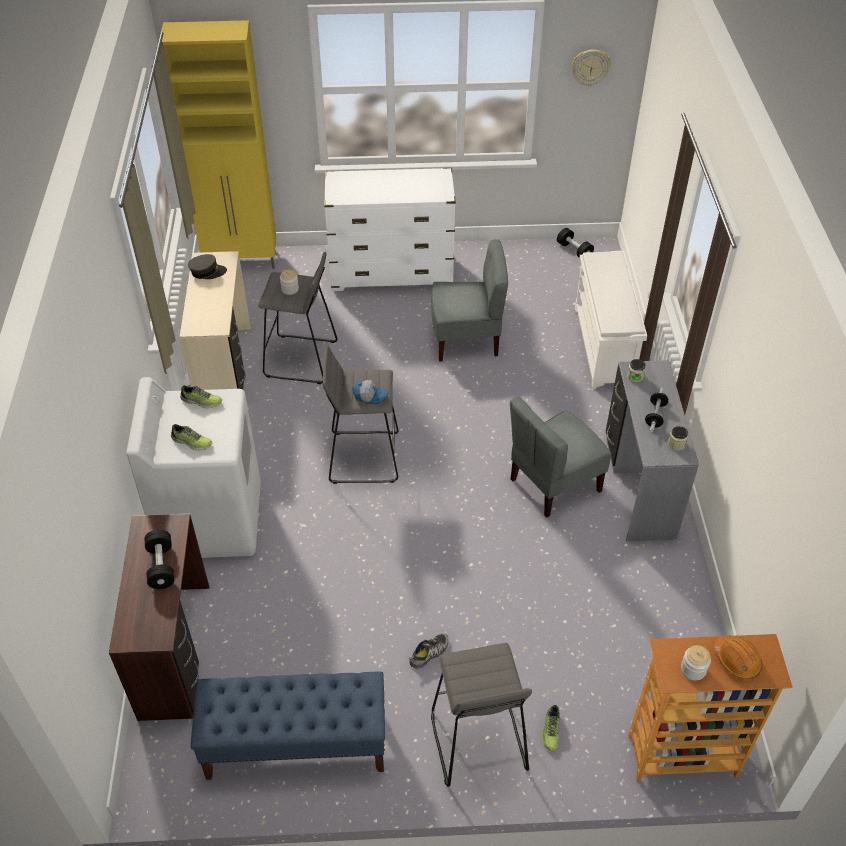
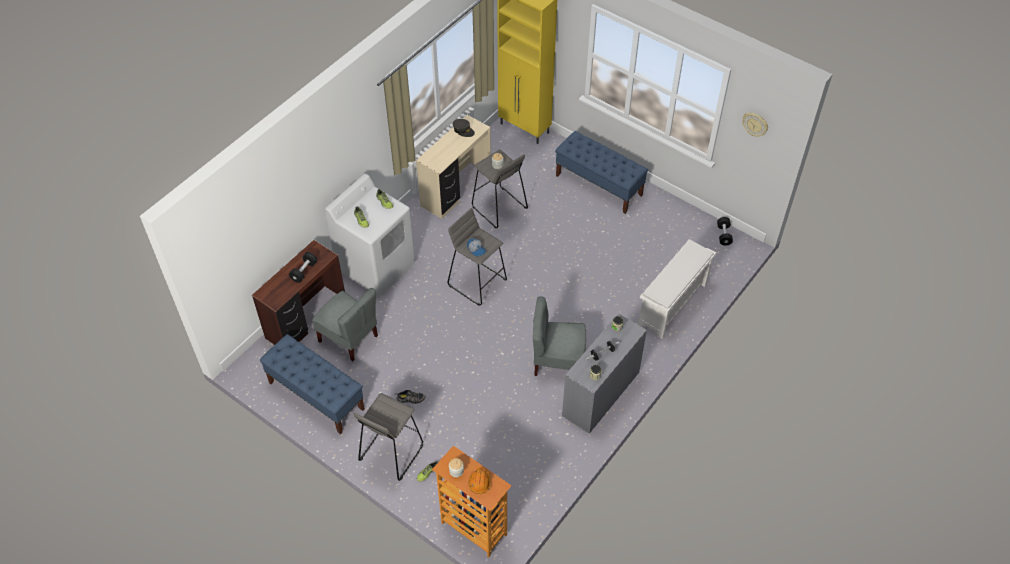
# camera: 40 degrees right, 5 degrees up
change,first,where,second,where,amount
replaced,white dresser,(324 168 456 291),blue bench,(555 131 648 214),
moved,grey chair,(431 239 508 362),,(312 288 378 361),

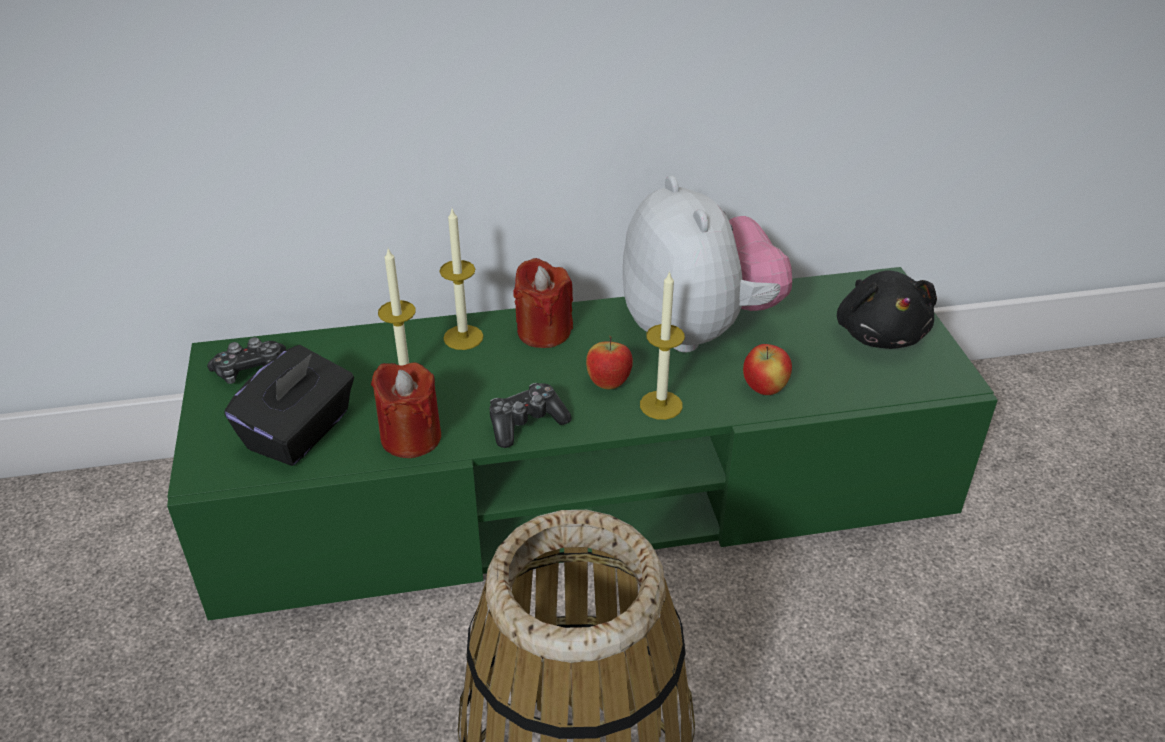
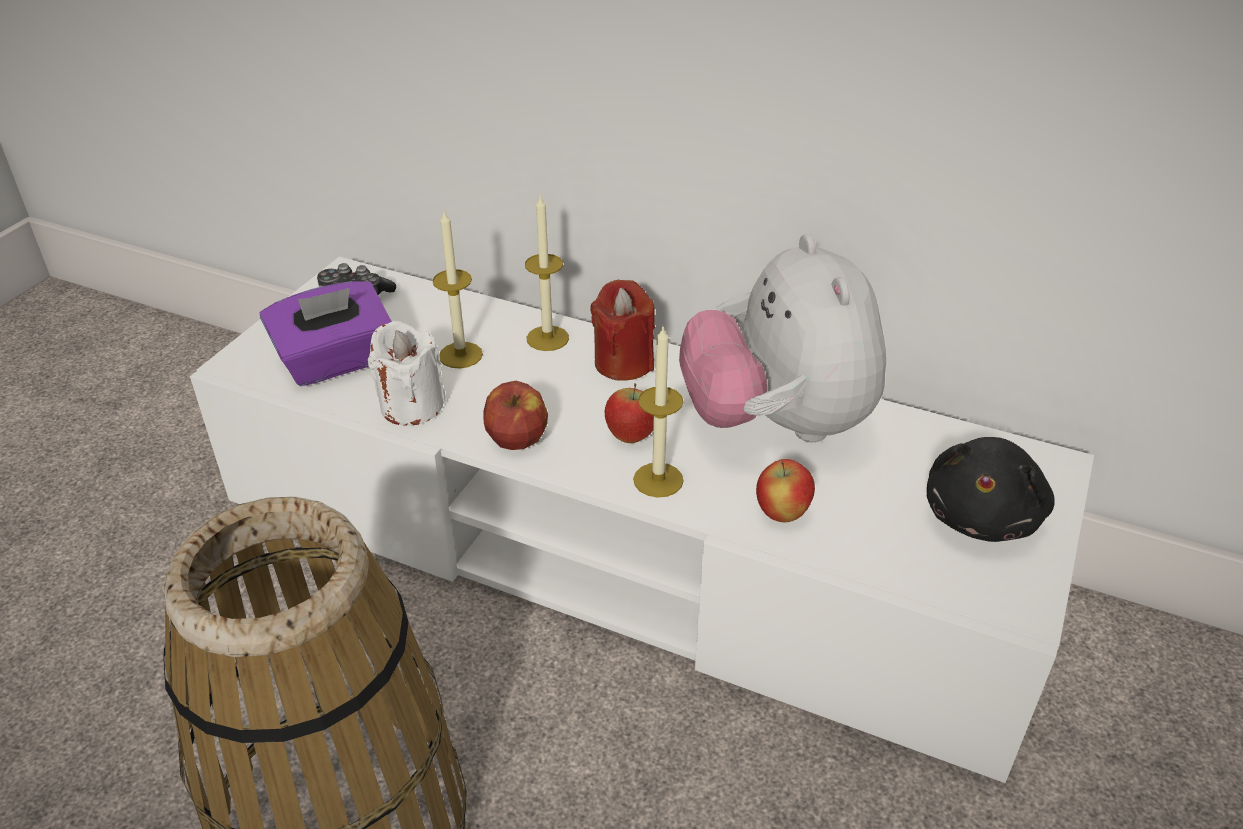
# camera: 35 degrees right, 0 degrees up
change,first,where,second,where,amount
turned,plush toy,(623 176 792 353),,(679 234 886 442),150 degrees clockwise
recoloured,green tv stand,(167 267 998 621),white tv stand,(190 257 1094 783),
recoloured,black tissue box,(224 345 354 466),purple tissue box,(260 281 392 386),
recoloured,red candle,(371 362 441 458),white candle,(368 320 446 426),
replaced,game controller,(489 383 571 448),apple,(483 381 548 450),

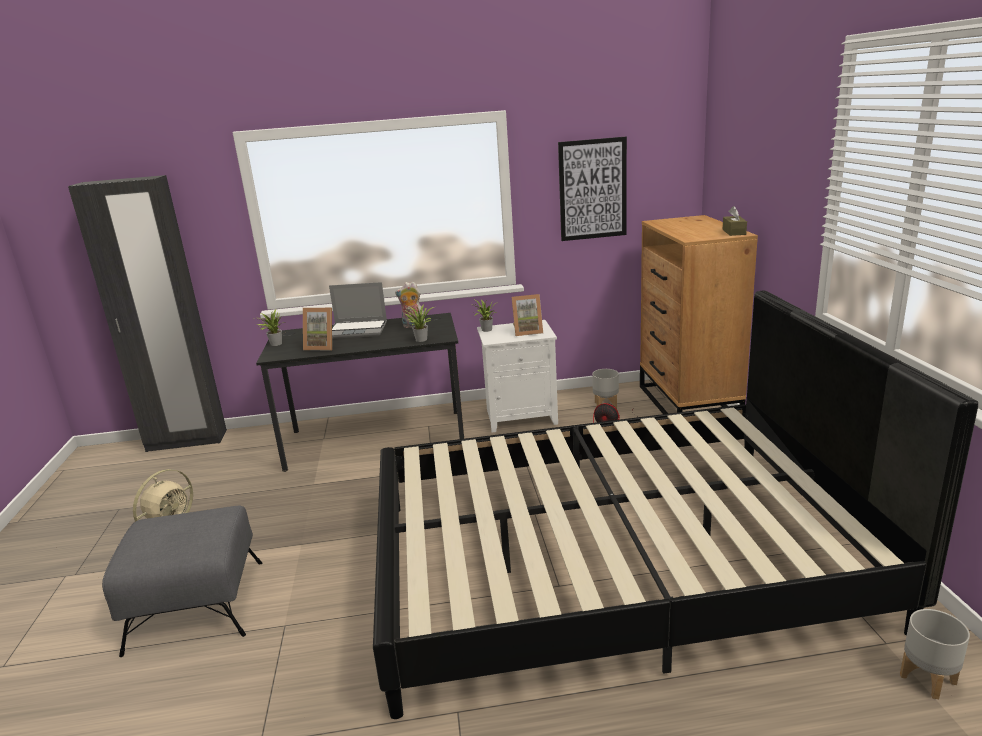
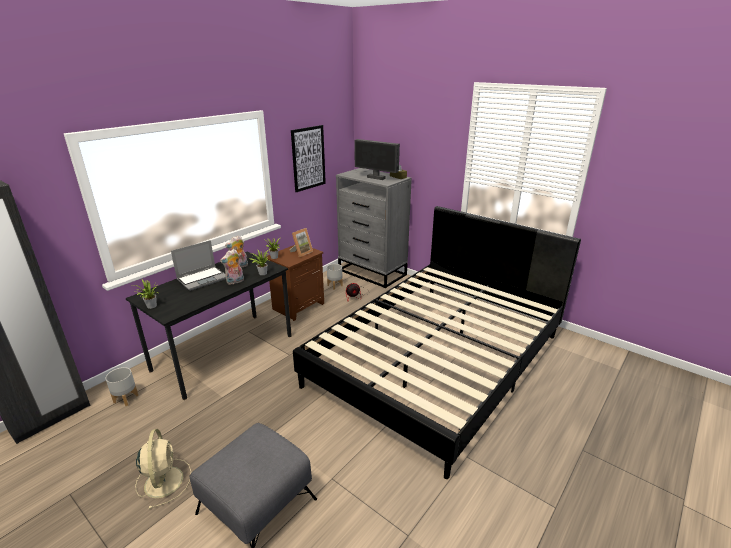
# camera: 45 degrees left, 5 degrees up
change,first,where,second,where,amount
recoloured,brown dresser,(640 215 758 414),grey dresser,(336 168 412 288),
removed,picture frame,(303 308 332 351),,,
recoloured,white nightstand,(477 320 558 433),brown nightstand,(266 245 324 321),
moved,grey planter,(900 609 970 699),,(105 367 139 406),
added,,,monitor,(354 139 400 180),
added,,,plush toy,(220 249 244 285),

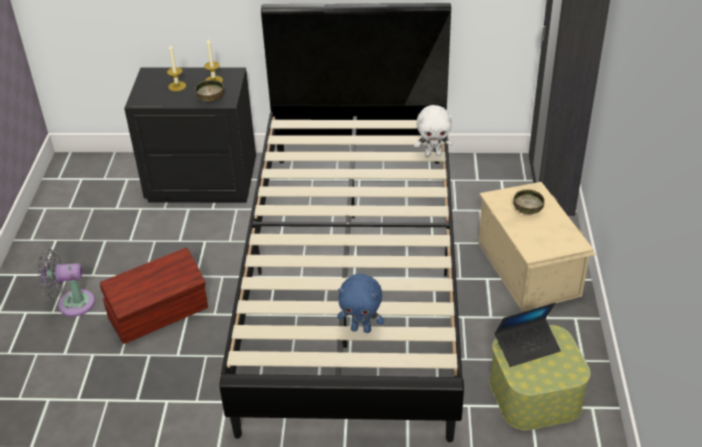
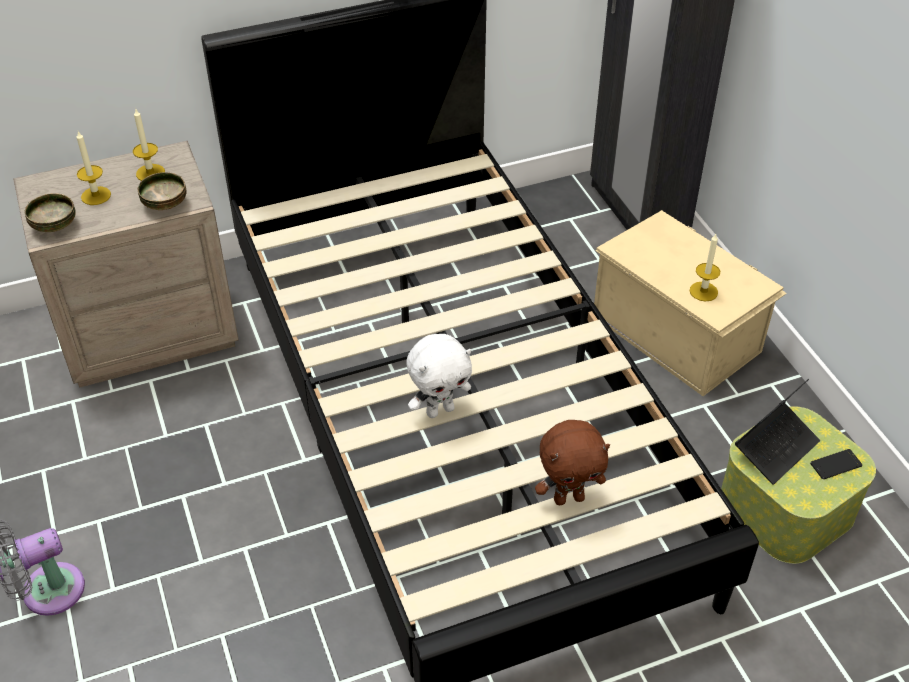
# camera: 25 degrees left, 5 degrees up
change,first,where,second,where,amount
recoloured,black nightstand,(124 67 256 203),beige nightstand,(13 141 239 388),
moved,white plush toy,(414 105 453 157),,(406 334 472 418),
moved,bowl,(513 189 545 214),,(25 193 76 232),
removed,brown storage box,(100 247 208 344),,,
recoloured,blue plush toy,(337 274 384 333),brown plush toy,(535 420 610 505),
added,,,candle,(690 234 720 302),
added,,,phone,(810 449 862 479),

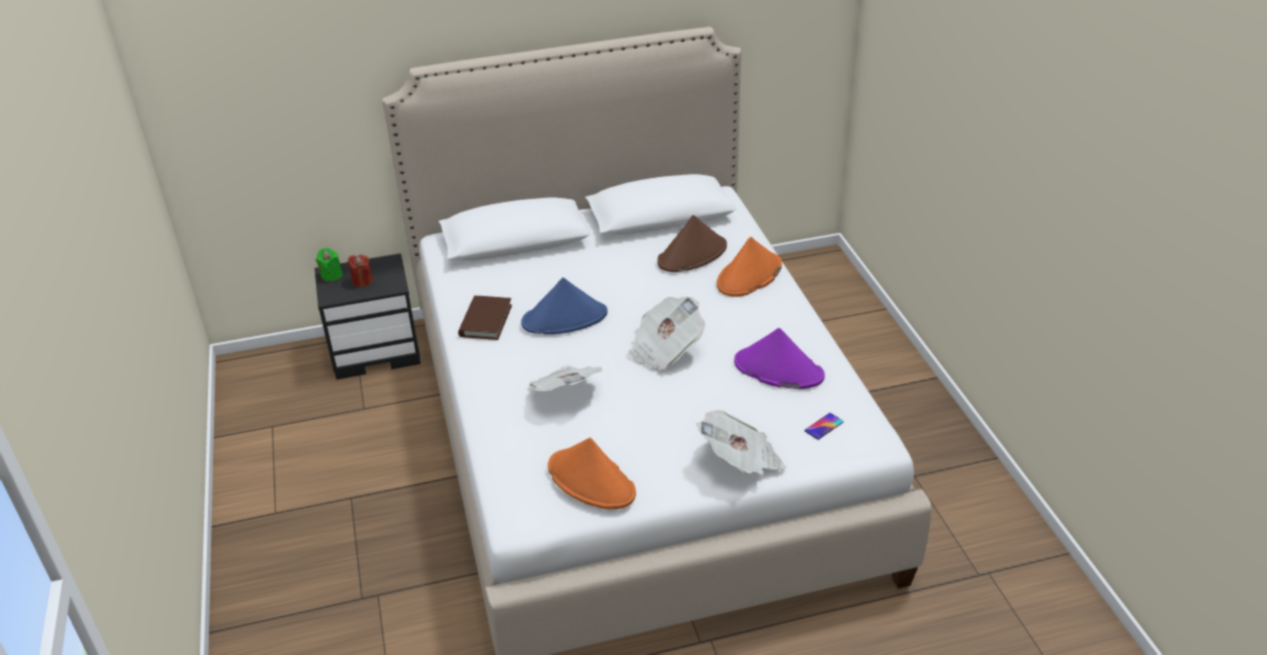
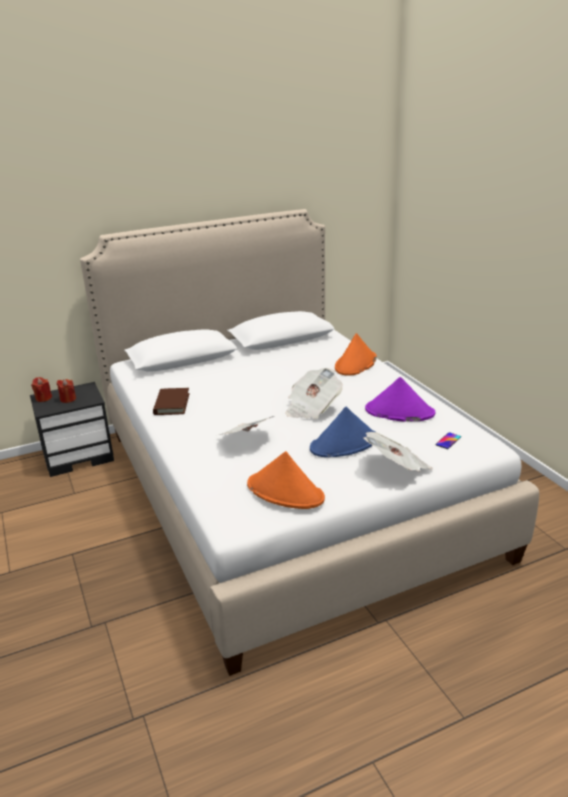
# camera: 10 degrees left, 10 degrees down
change,first,where,second,where,amount
removed,brown hat,(657 215 727 272),,,
recoloured,green candle,(316 248 343 282),red candle,(31 377 52 402),
moved,blue hat,(521 278 608 334),,(310 407 375 457),

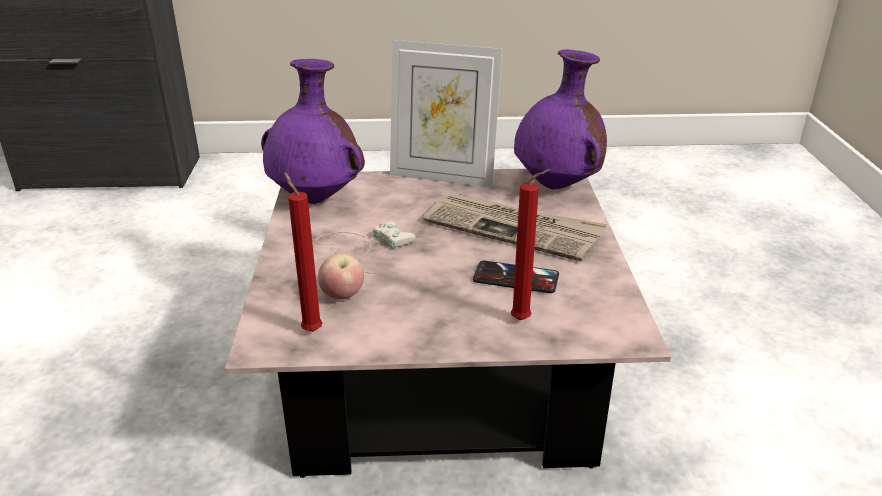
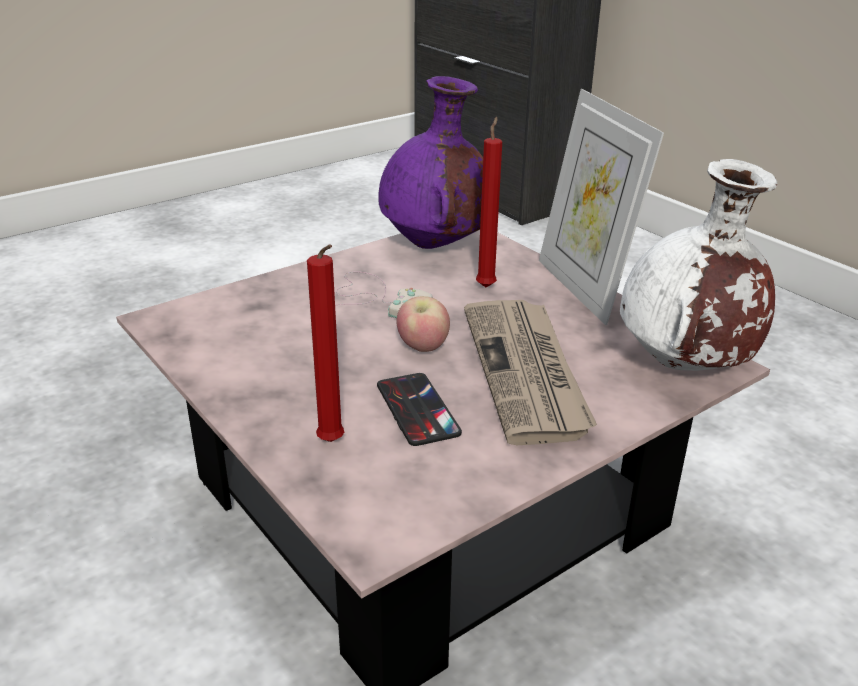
# camera: 55 degrees right, 0 degrees up
change,first,where,second,where,amount
recoloured,purple vase,(514 50 607 189),white vase,(620 159 778 371),
moved,red candle,(284 172 322 332),,(476 117 502 287),
moved,apple,(318 254 364 299),,(396 296 450 352),

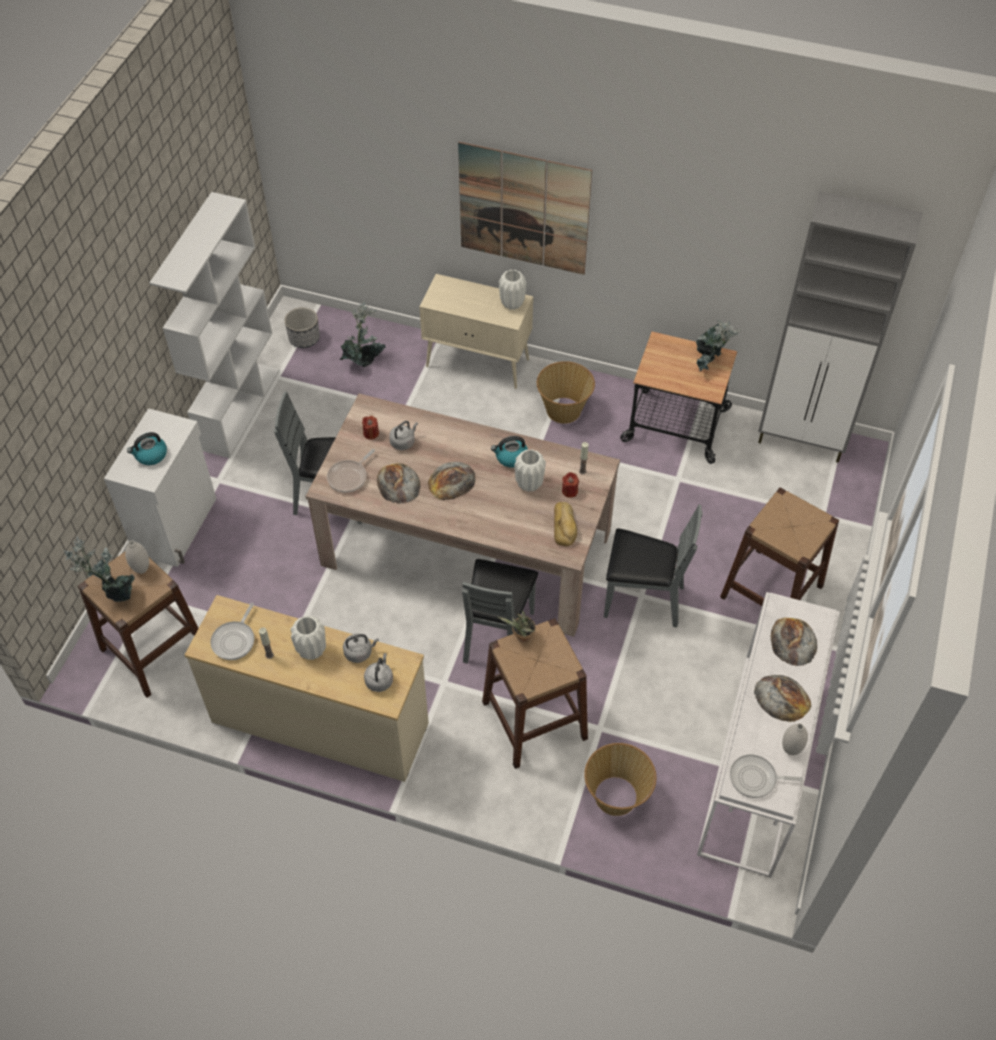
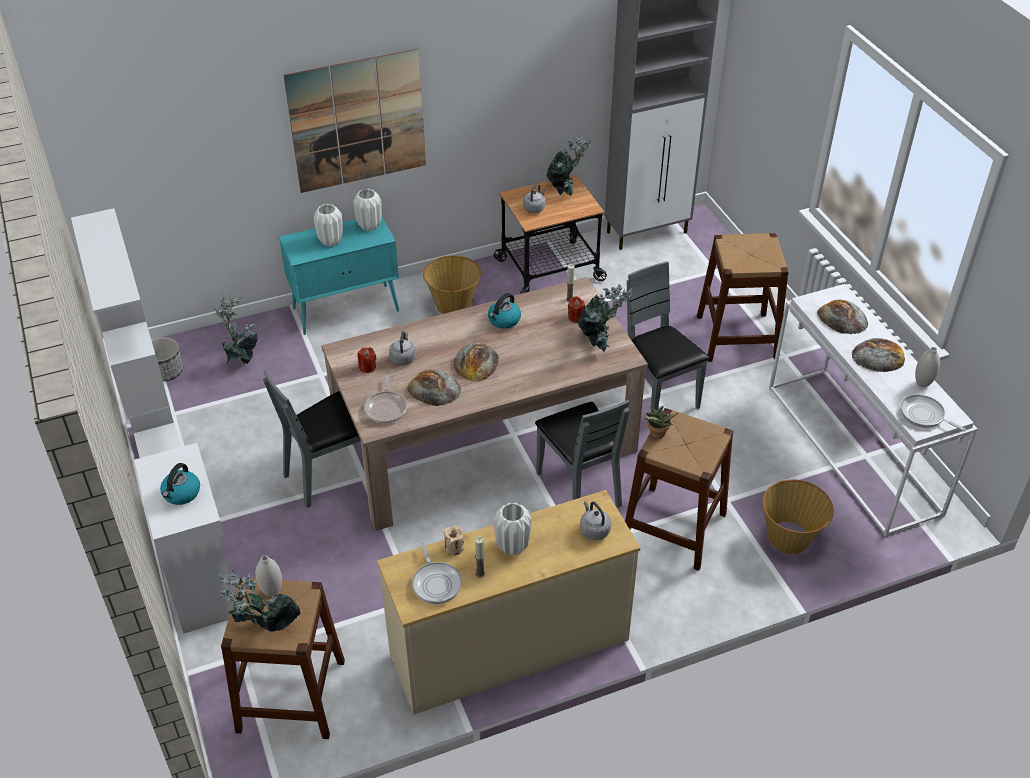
# camera: 40 degrees left, 10 degrees down
change,first,where,second,where,amount
recoloured,beige cabinet,(419 274 533 389),turquoise cabinet,(279 217 399 335),
moved,white vase,(515 449 546 492),,(314 204 343 247),
replaced,bread,(554 502 577 546),potted plant,(578 284 632 352),
turned,grey chair,(604 504 703 627),,(627 261 709 412),90 degrees counterclockwise
moved,grey kettle,(343 634 379 663),,(523 184 546 213),
turned,frying pan,(730 754 803 798),,(901 395 966 431),75 degrees clockwise
added,,,beige candle,(444 525 464 555),

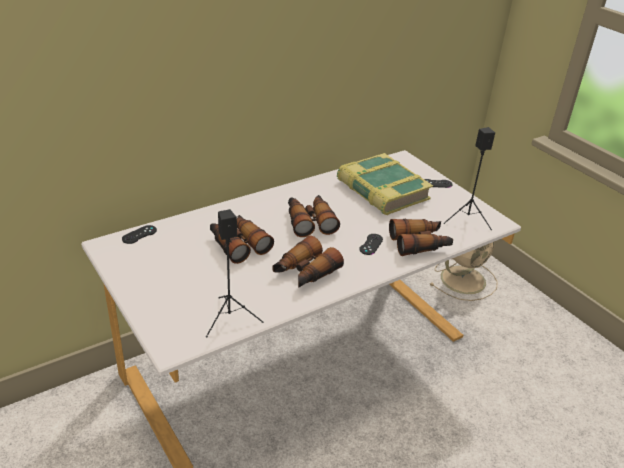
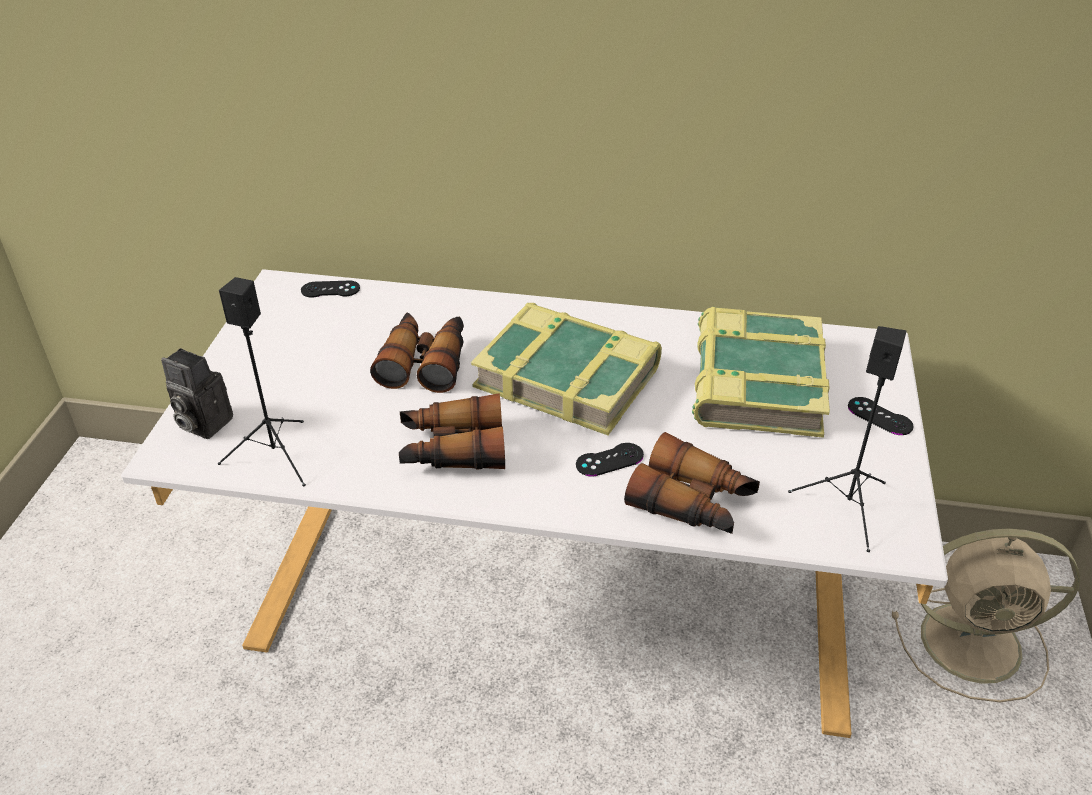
# camera: 45 degrees right, 5 degrees up
change,first,where,second,where,amount
replaced,binoculars,(288 195 340 237),book,(471 303 662 435),
added,,,photo camera,(161 348 233 439),

